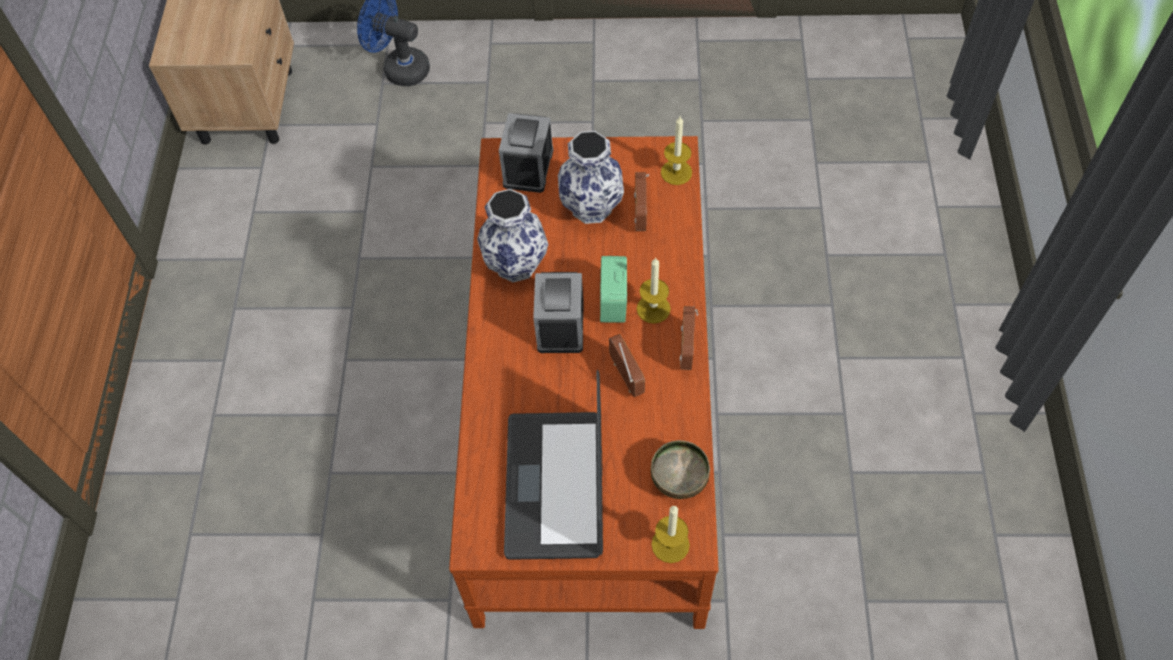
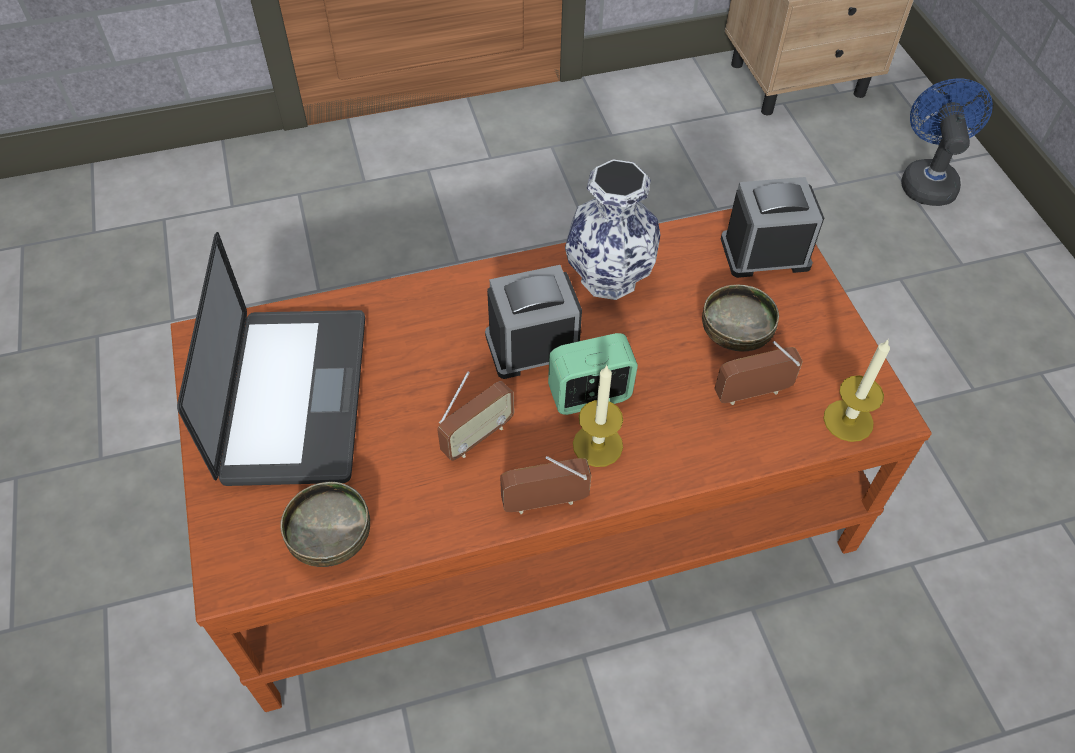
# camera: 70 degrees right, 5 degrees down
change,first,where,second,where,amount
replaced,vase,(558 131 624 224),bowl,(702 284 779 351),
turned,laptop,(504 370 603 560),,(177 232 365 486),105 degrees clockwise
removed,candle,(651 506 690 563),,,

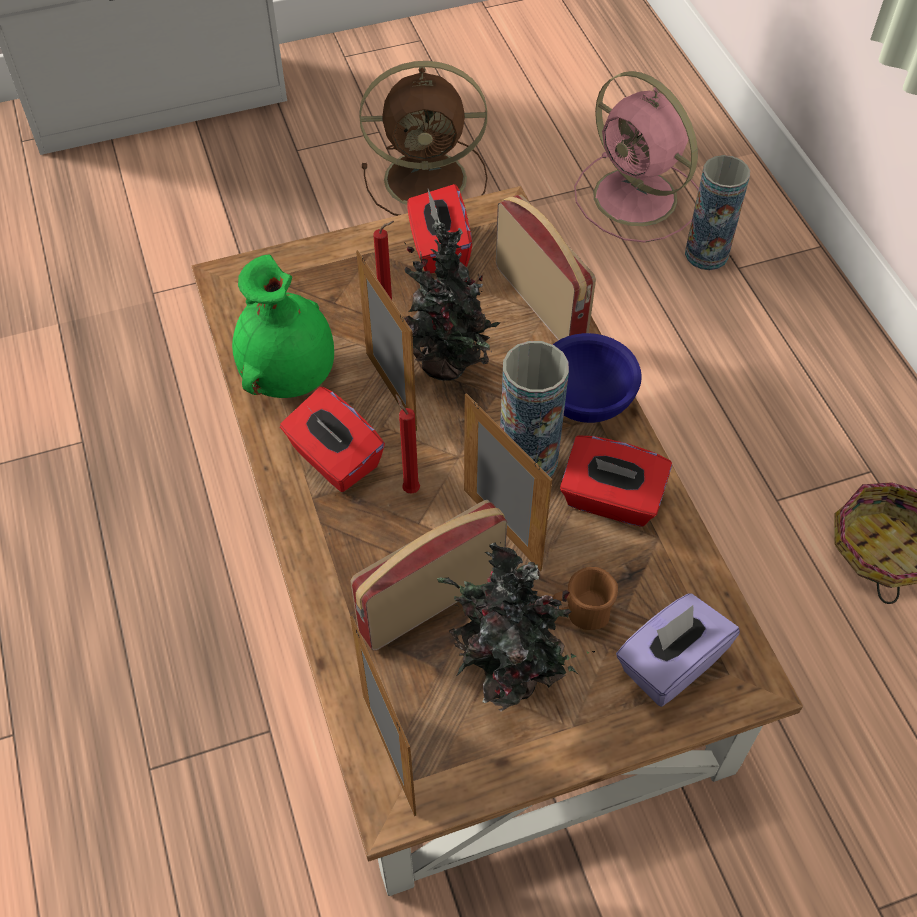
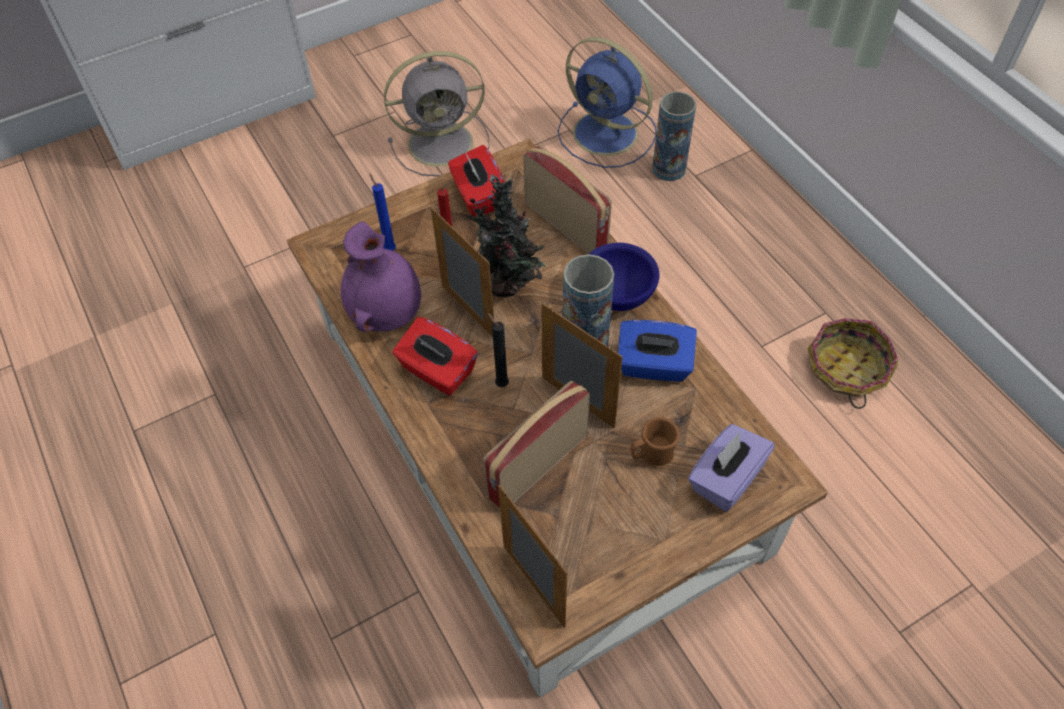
# camera: 10 degrees left, 0 degrees up
change,first,where,second,where,amount
recoloured,brown fan,(359 61 488 216),grey fan,(384 51 490 176),
recoloured,pink fan,(574 71 699 243),blue fan,(557 37 656 168),
recoloured,green vase,(232 254 334 398),purple vase,(341 221 421 332),
recoloured,red candle,(396 395 420 494),black candle,(488 313 509 387),
recoloured,red tissue box,(560 435 672 527),blue tissue box,(618 320 697 382),
removed,potted plant,(437 542 595 711),,,
added,,,blue candle,(369 173 396 251),

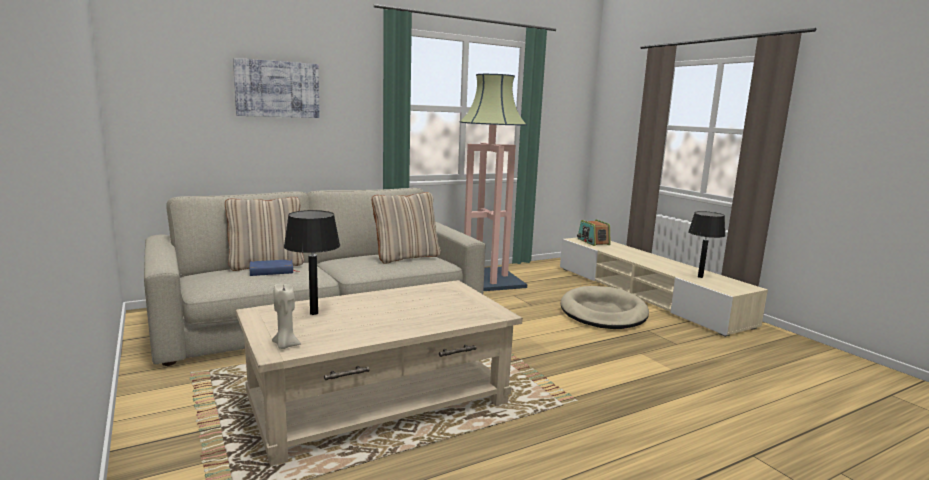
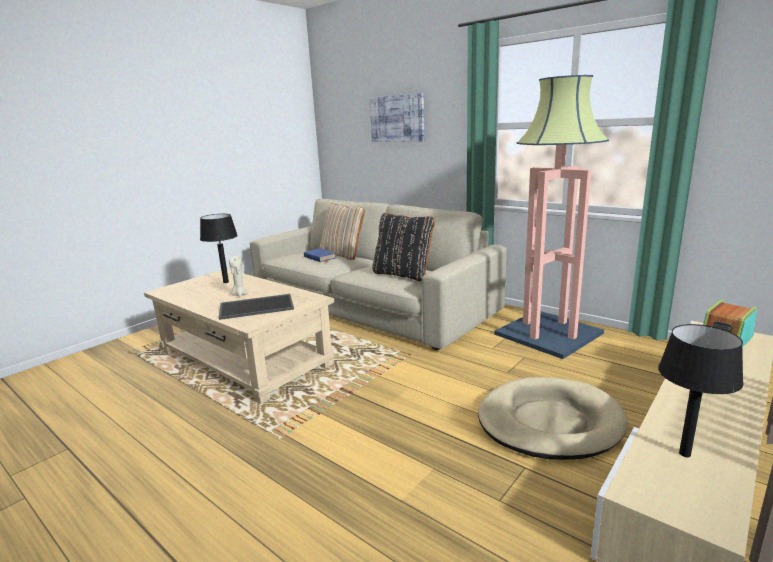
# camera: 70 degrees right, 5 degrees up
change,first,where,second,where,amount
recoloured,beige pillow,(372 192 441 264),black pillow,(372 213 435 281),
moved,beige candle,(272 284 301 349),,(229 256 248 296),
added,,,tray,(219 294 294 320),

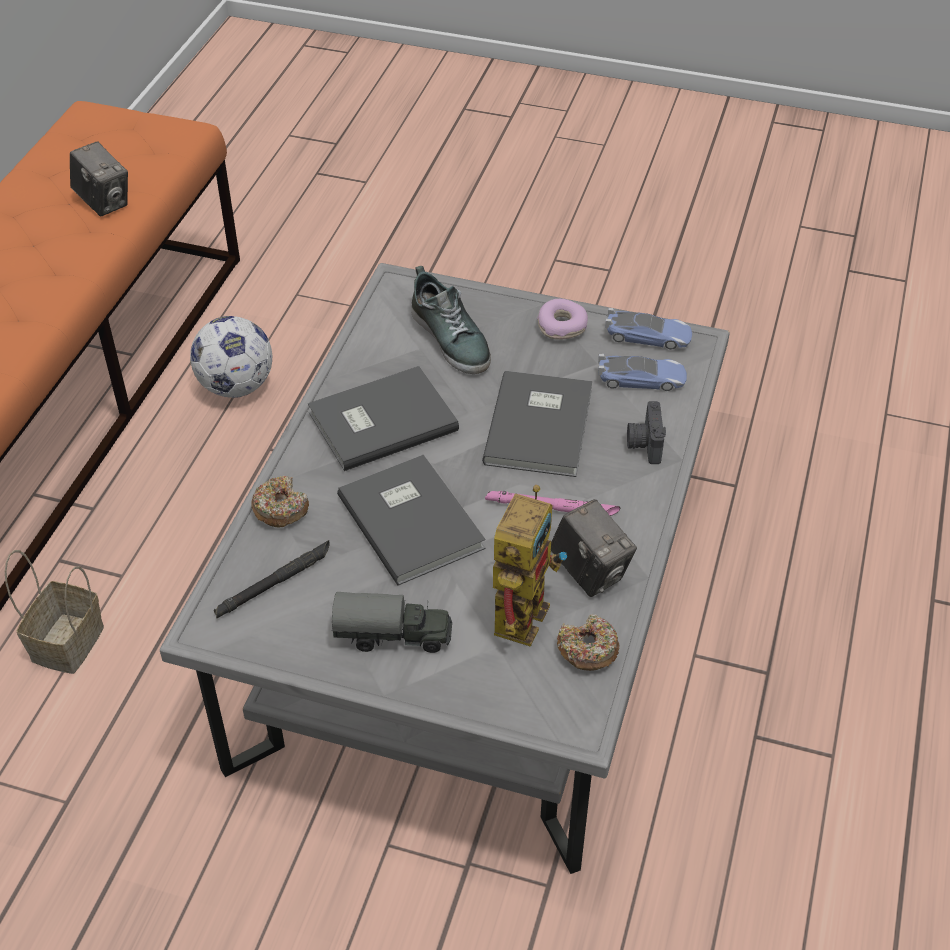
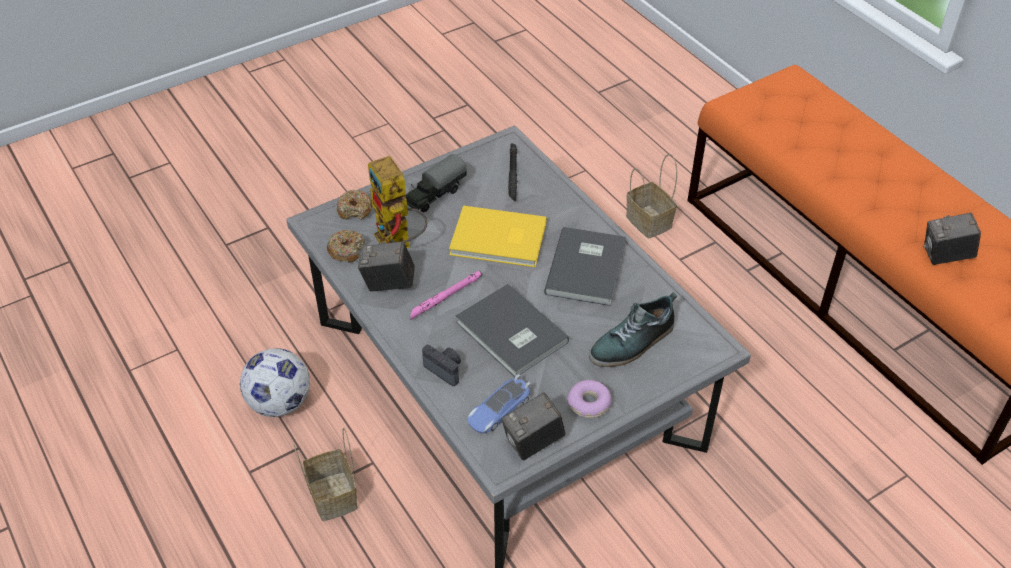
# camera: 130 degrees right, 0 degrees up
change,first,where,second,where,amount
turned,shoe,(411 266 491 374),,(589 292 677 367),45 degrees counterclockwise
replaced,toy car,(605 308 692 350),photo camera,(502 393 566 460),
moved,football,(190 316 272 398),,(240 348 310 417),
recoloured,grey book,(337 455 485 586),yellow book,(449 206 547 267),
moved,donut,(251 475 309 527),,(337 190 373 220),
added,,,basket,(293 428 358 521),

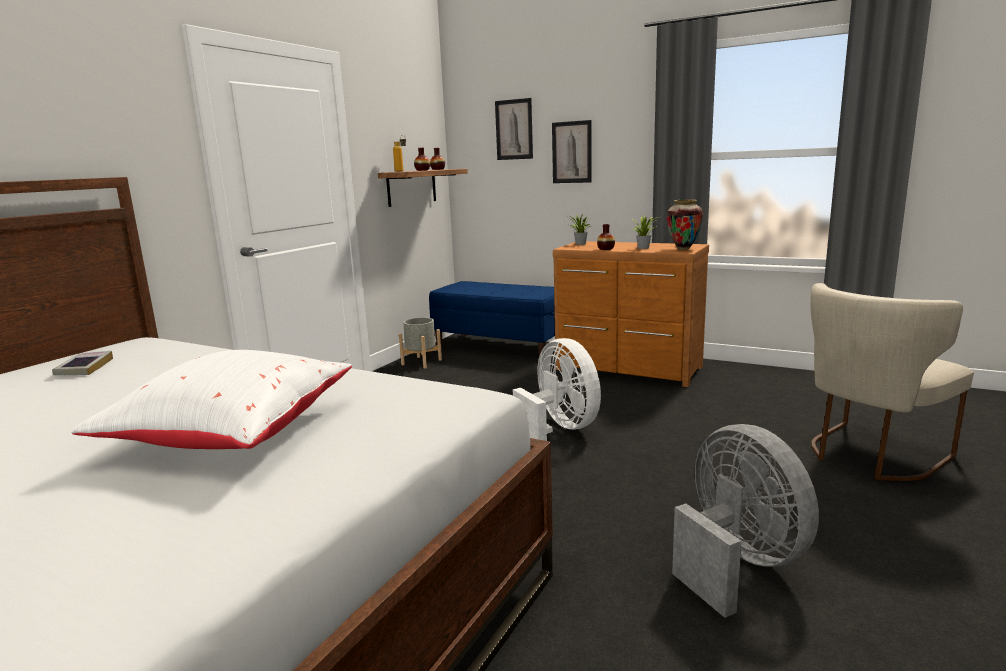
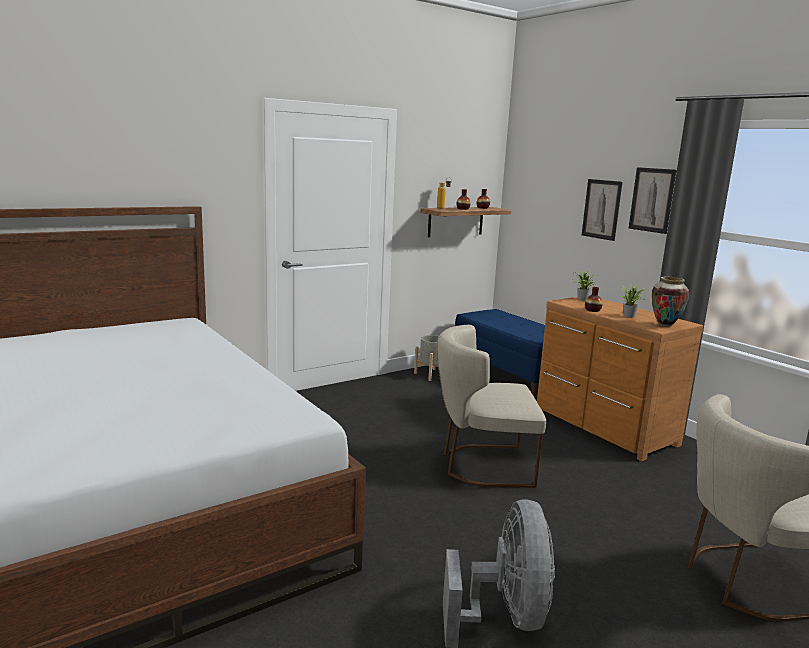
# camera: 25 degrees right, 0 degrees up
change,first,where,second,where,amount
moved,picture,(495 98 533 160),,(629 167 677 234),
replaced,white fan,(513 338 601 441),beige chair,(437 325 546 488),
removed,white pillow,(71 350 352 449),,,
removed,book,(52 351 113 375),,,

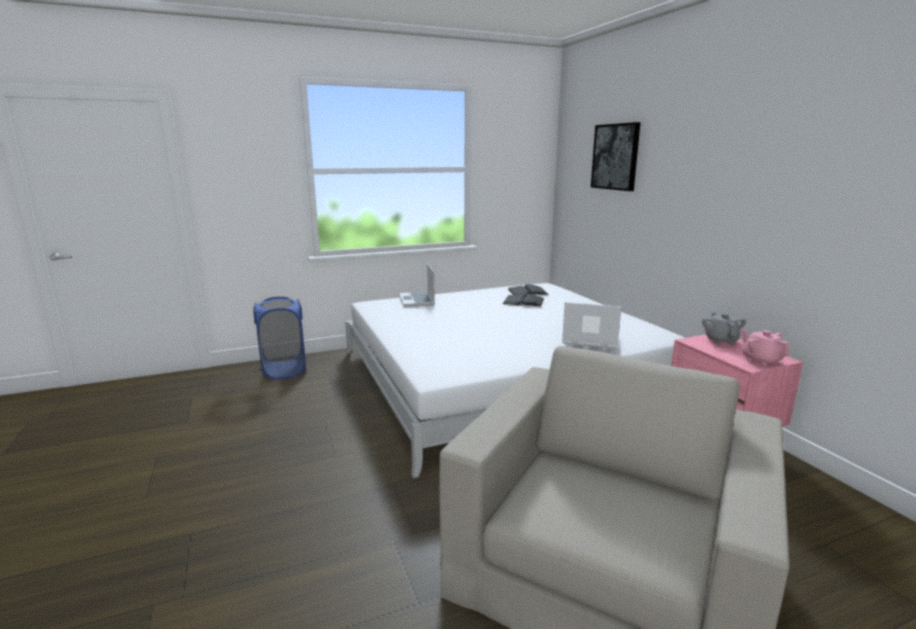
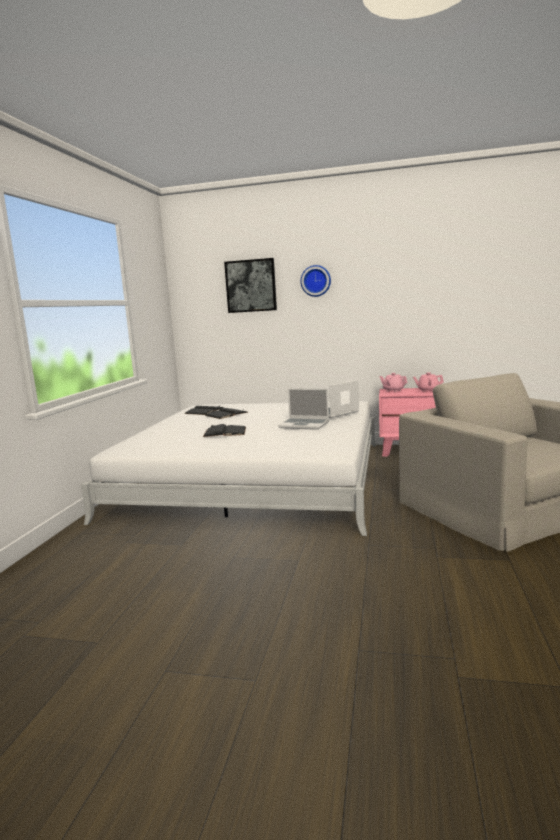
# camera: 55 degrees left, 5 degrees down
change,first,where,second,where,amount
moved,laptop,(399 263 435 307),,(278 388 329 430),
removed,blue laundry basket,(253 297 306 379),,,
recoloured,grey teapot,(702 313 746 345),pink teapot,(379 373 408 392),
added,,,wall clock,(301 265 331 297),
added,,,black book,(203 424 246 437),

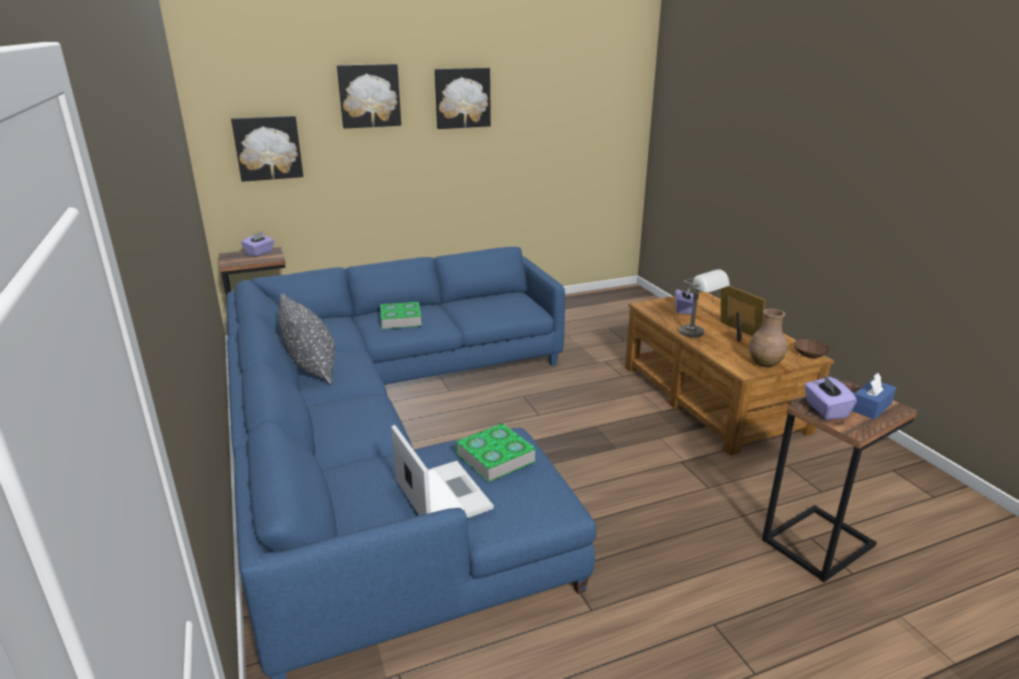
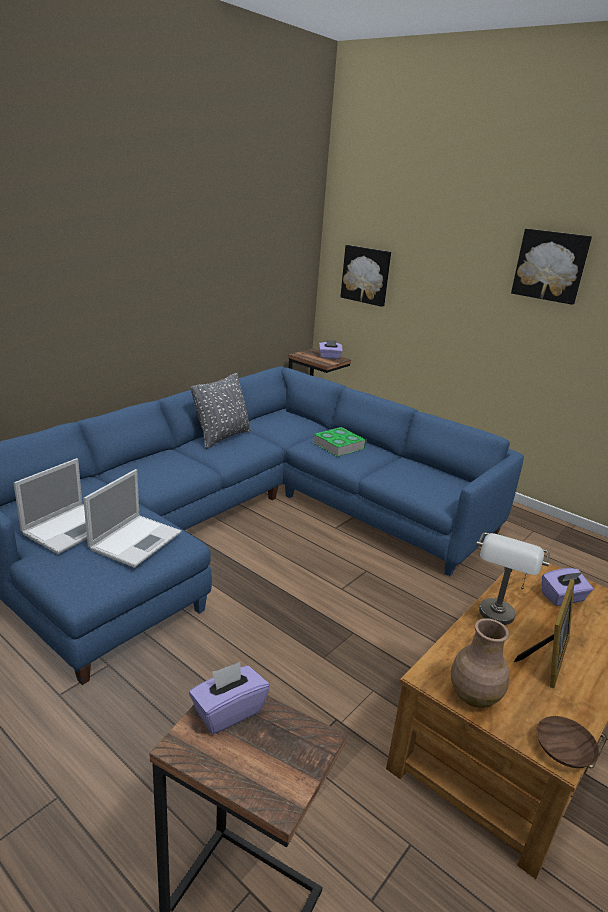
# camera: 60 degrees right, 0 degrees up
change,first,where,second,where,amount
removed,picture,(337 64 401 129),,,
removed,blue tissue box,(852 373 896 419),,,
replaced,book,(456 423 536 482),laptop,(83 469 182 568),

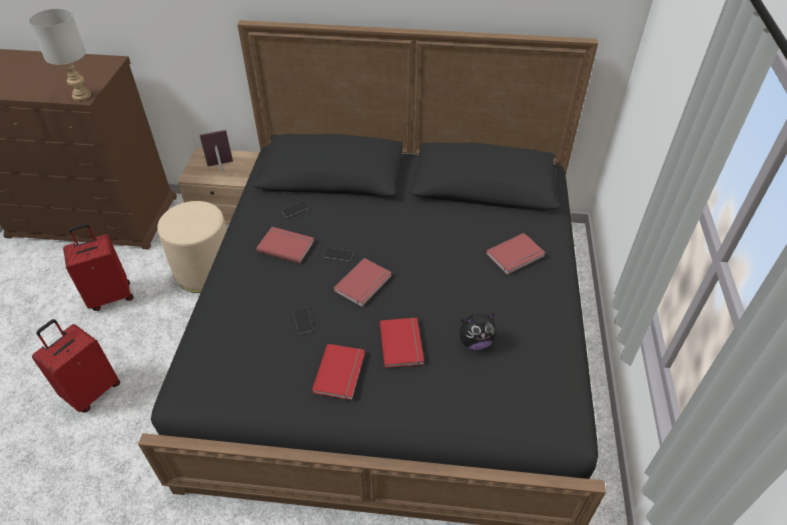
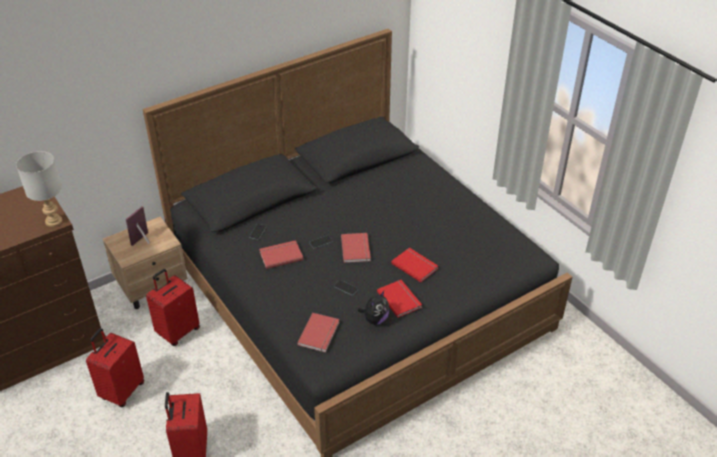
# camera: 40 degrees left, 5 degrees down
change,first,where,second,where,amount
replaced,beige ottoman,(157 201 227 293),red suitcase,(146 269 200 346),
moved,red book,(486 233 546 275),,(297 313 340 353),
moved,plush toy,(460 313 496 350),,(358 291 390 325),

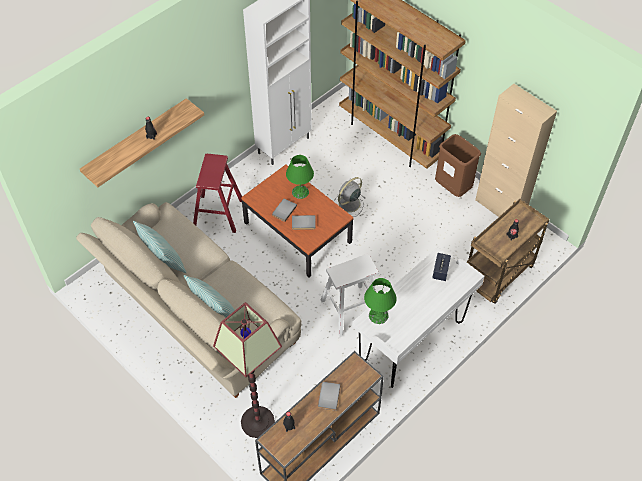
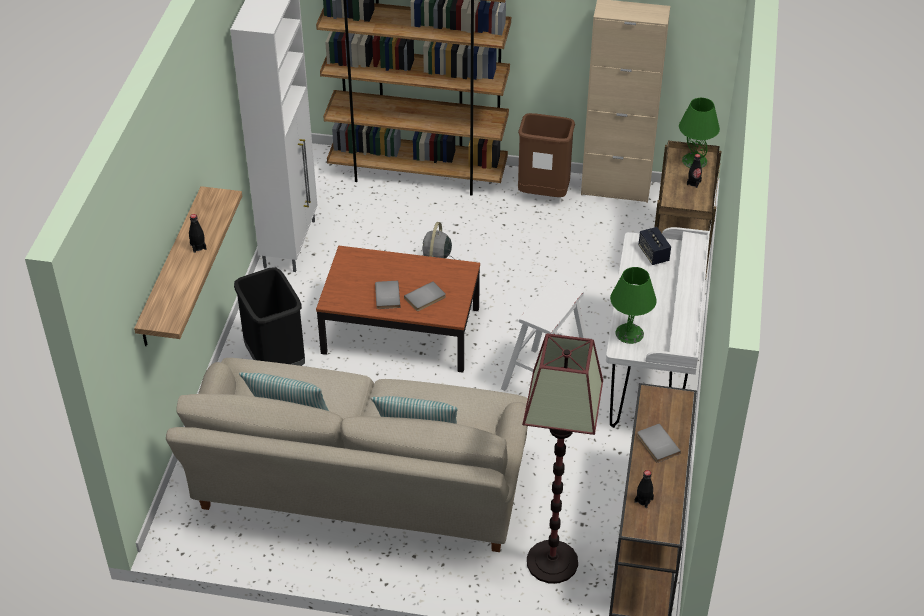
# camera: 35 degrees left, 10 degrees down
change,first,where,second,where,amount
replaced,red stool,(193 154 242 233),black trash can,(234 267 305 366),
moved,green table lamp,(286 155 314 199),,(679 98 720 168),

